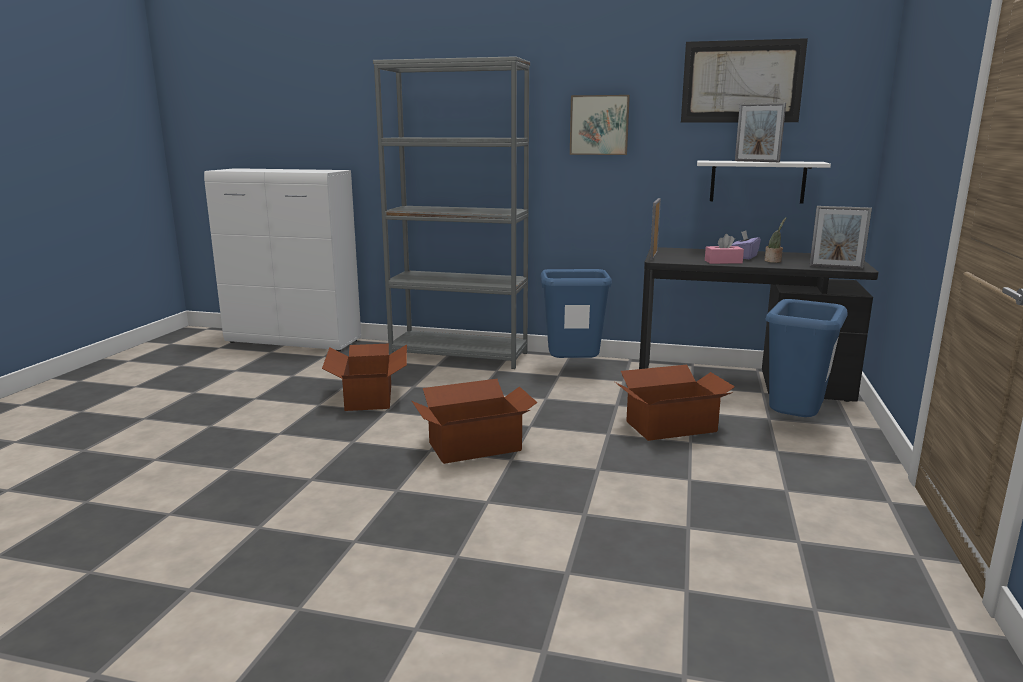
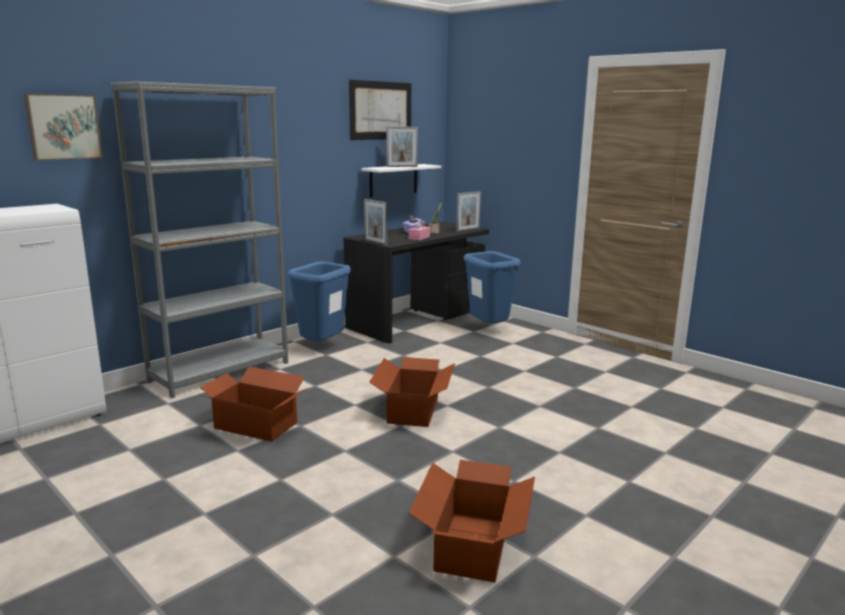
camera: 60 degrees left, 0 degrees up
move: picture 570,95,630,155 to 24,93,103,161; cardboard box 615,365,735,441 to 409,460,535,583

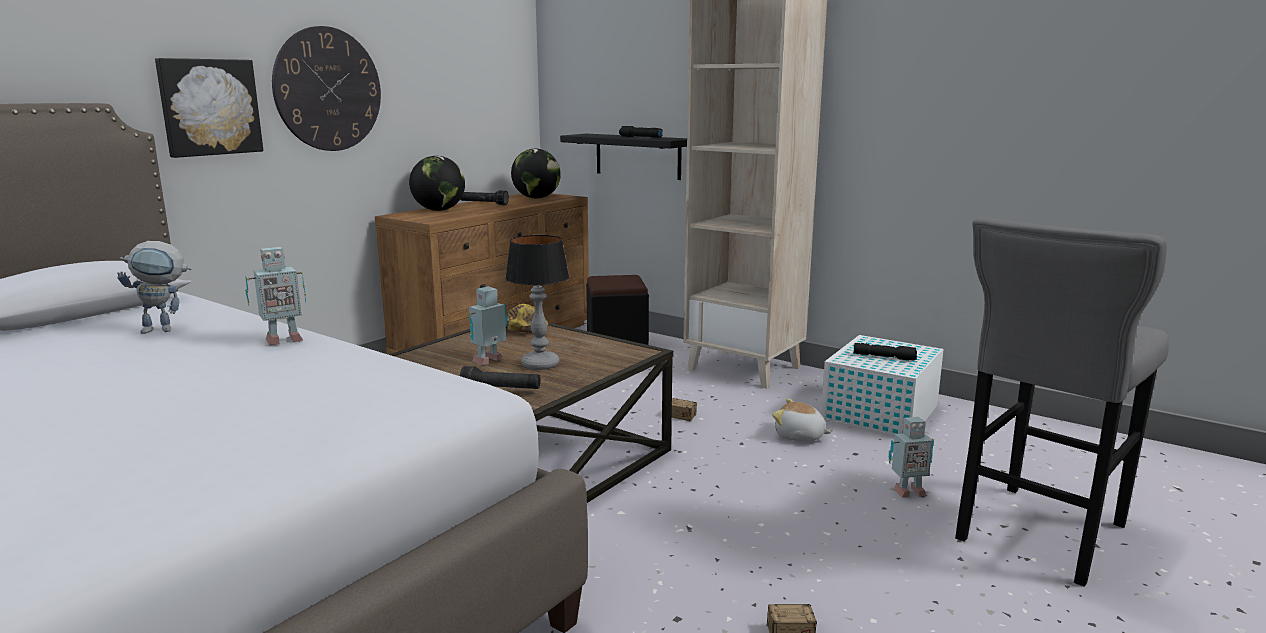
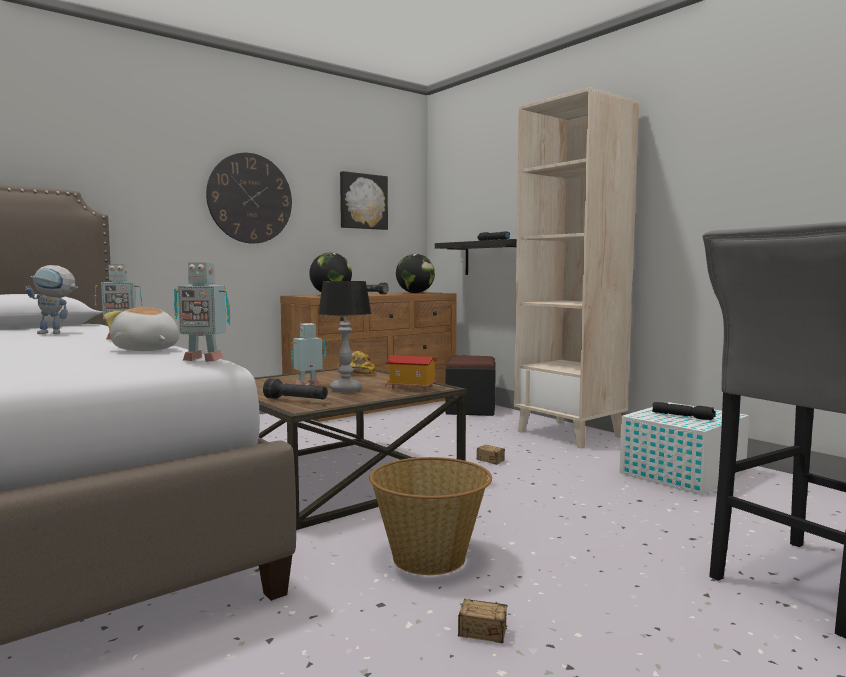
camera: 15 degrees right, 10 degrees down
insert: basket 369,457,492,575; toy house 385,355,437,391
move: picture 155,58,263,158 to 340,171,388,230; plush toy 772,398,832,441 to 104,307,179,351; toy robot 889,417,934,498 to 174,263,230,362

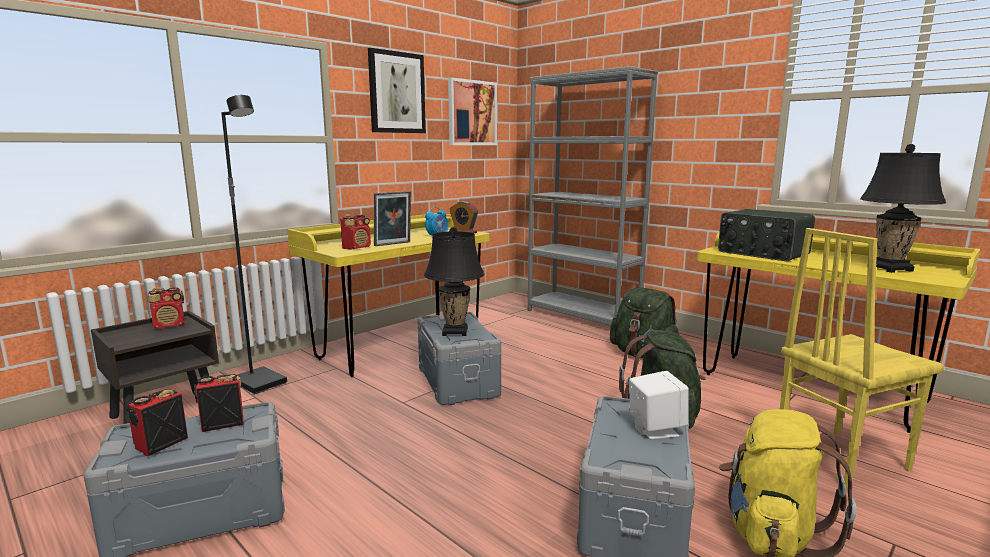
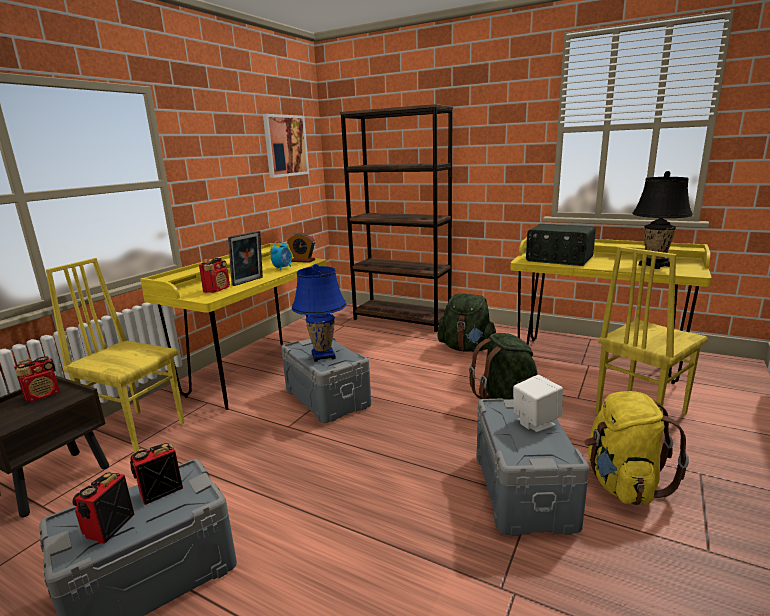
camera: 15 degrees left, 5 degrees up
delete: picture 368,48,426,133
replace: black floor lamp 221,95,287,394 to yellow chair 46,258,184,453
recolor: black table lamp 424,227,484,336 to blue table lamp 292,264,346,362; grey bookcase 528,66,658,326 to brown bookcase 340,104,453,332

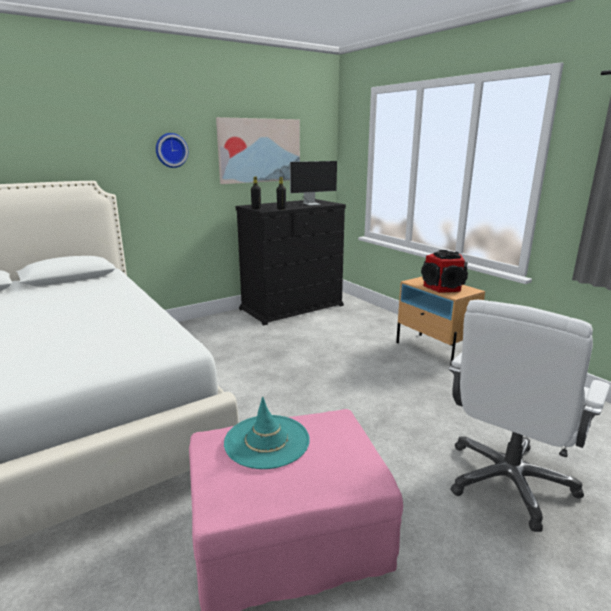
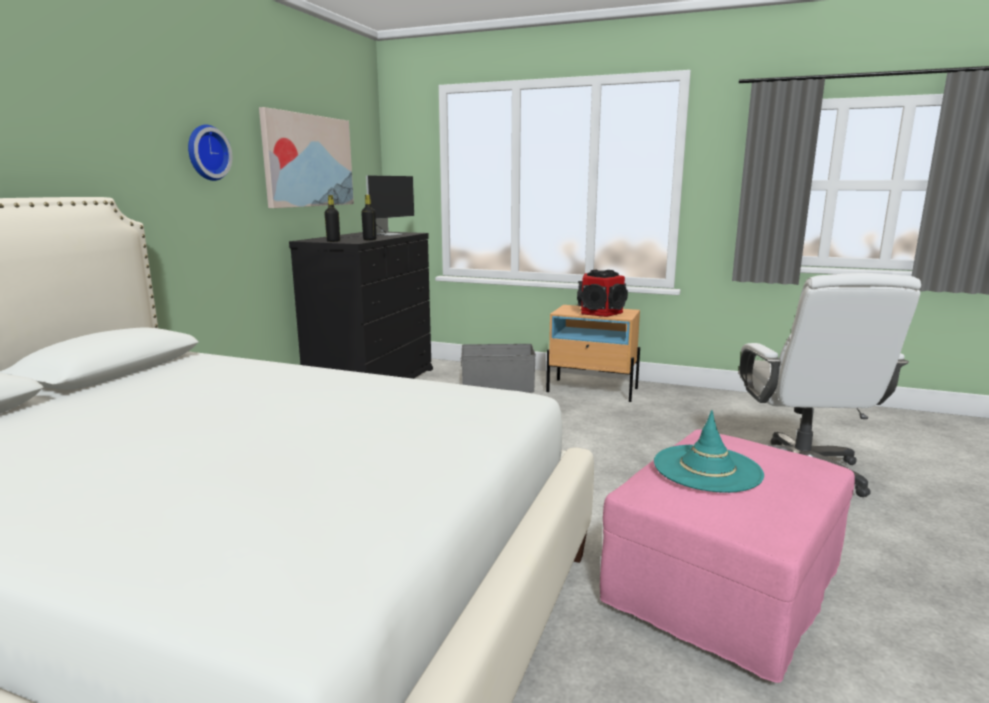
camera: 35 degrees left, 5 degrees down
insert: grey storage box 461,344,536,392

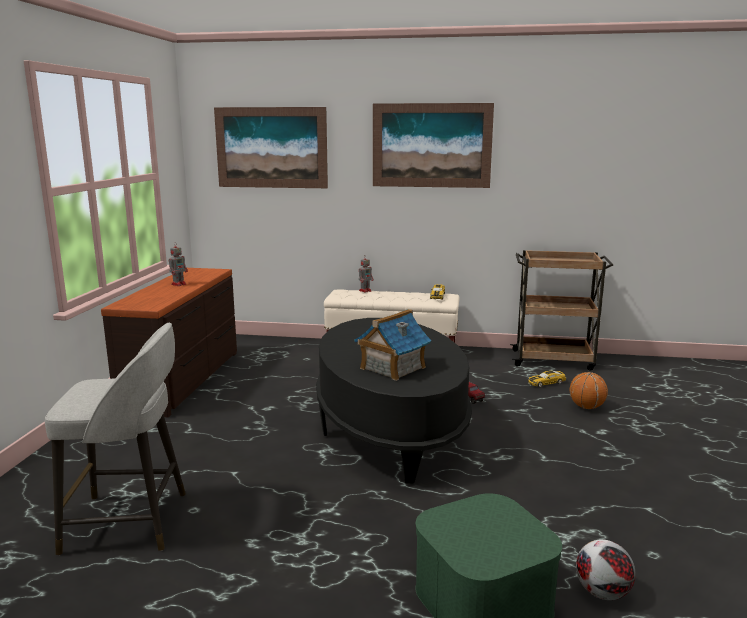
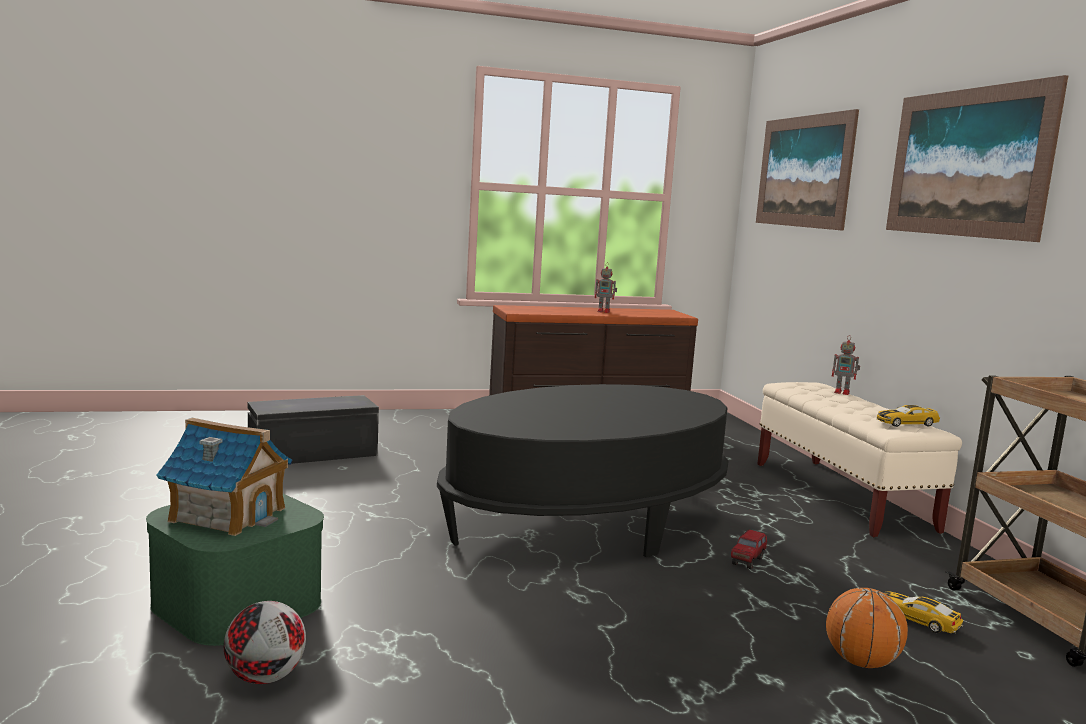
camera: 65 degrees right, 5 degrees down
move: toy house 354,309,432,381 to 156,418,292,536
replace: grey stool 45,323,186,555 to black storage box 248,395,379,464

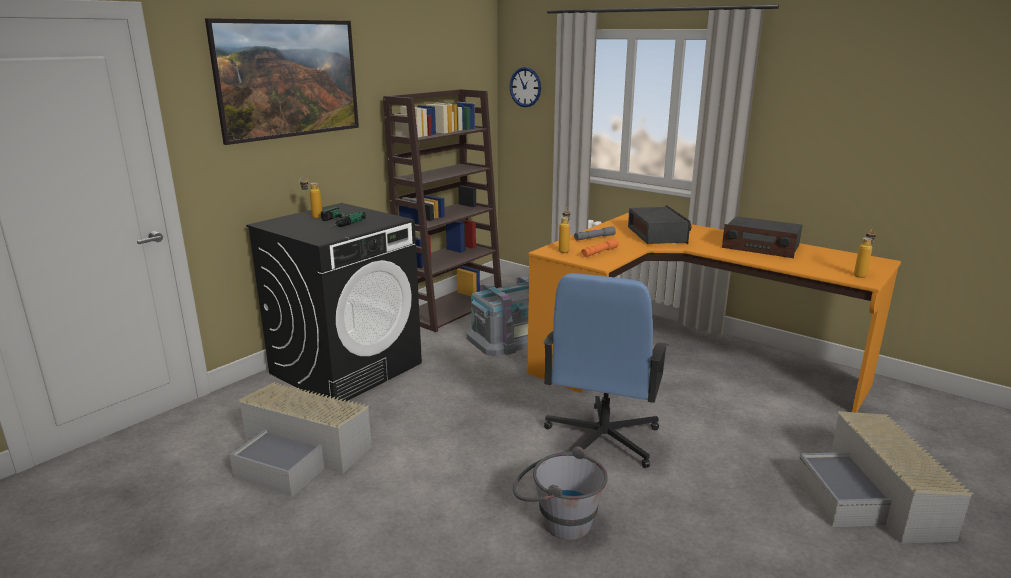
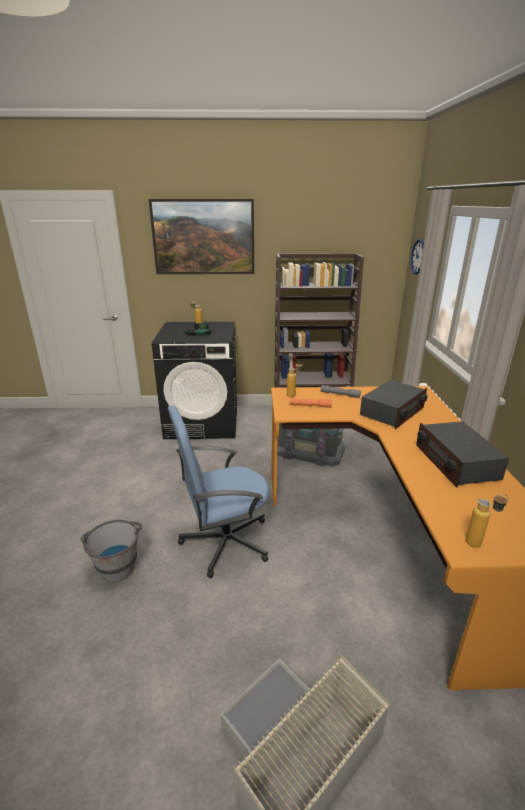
camera: 50 degrees right, 5 degrees up
delete: grey storage box 230,382,372,497

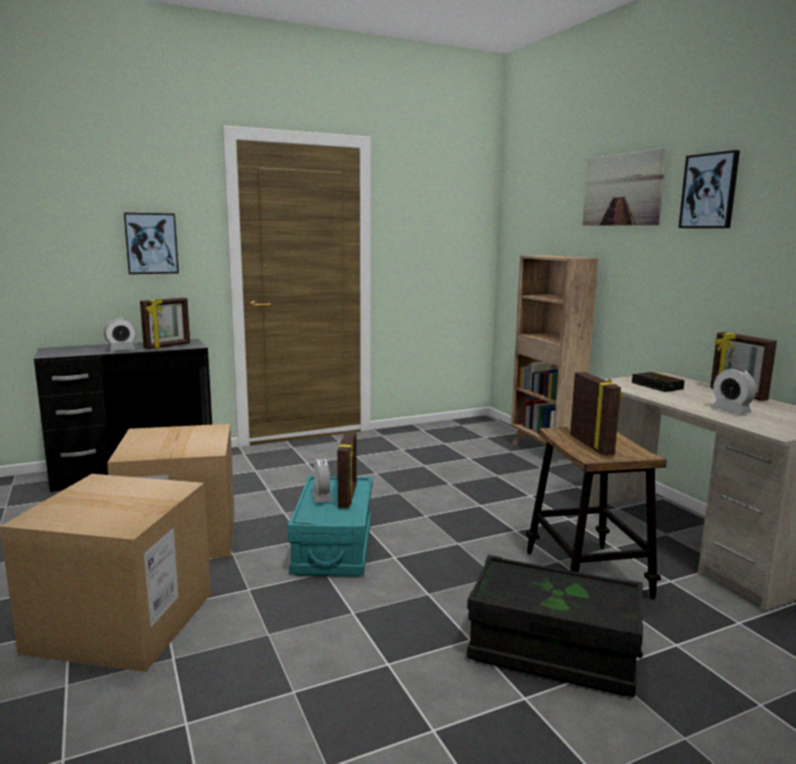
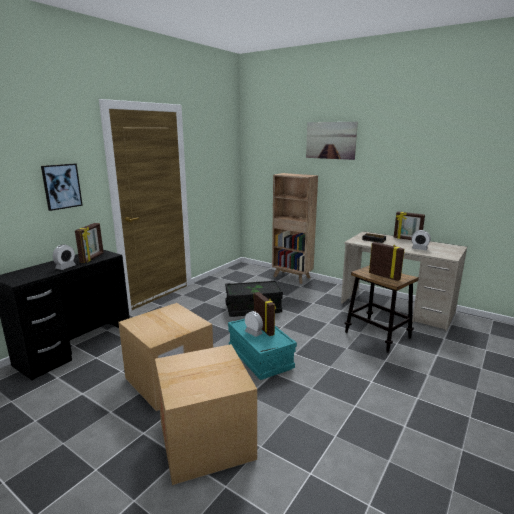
camera: 30 degrees left, 5 degrees up
delete: picture 678,150,740,228
move: black storage box 467,555,643,697 to 225,280,283,317

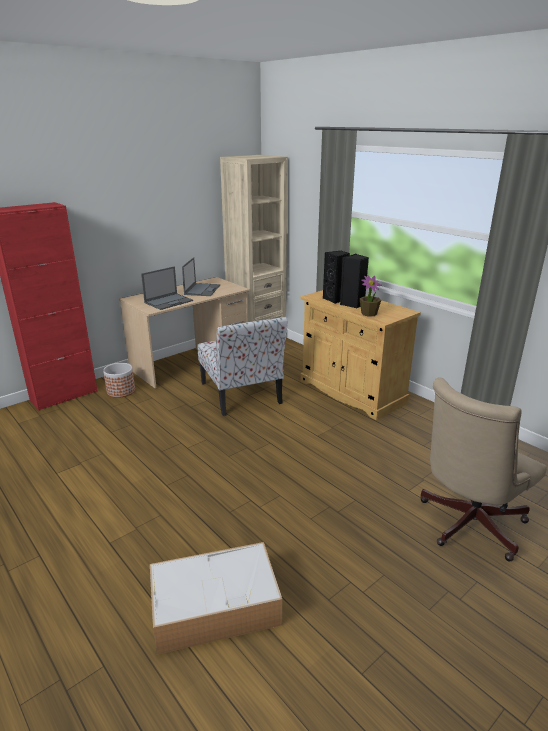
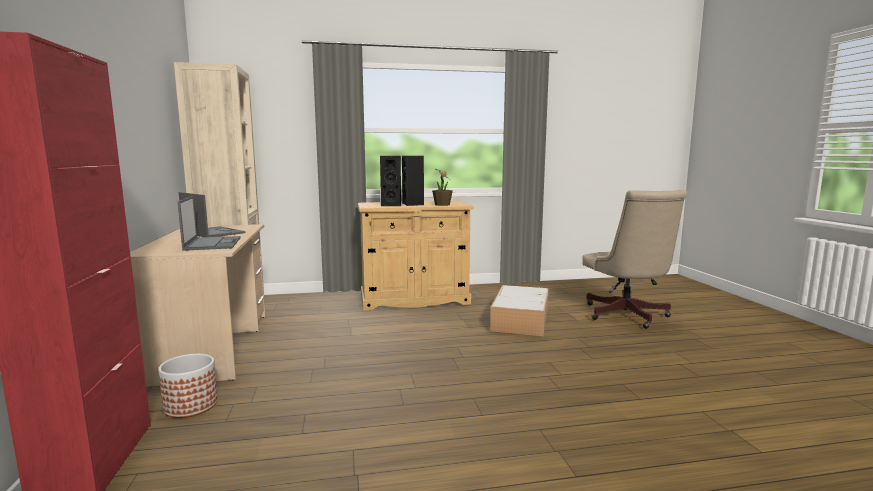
camera: 60 degrees left, 15 degrees down
delete: chair 197,317,288,416
move: storage box 150,542,282,655 to 491,285,548,336

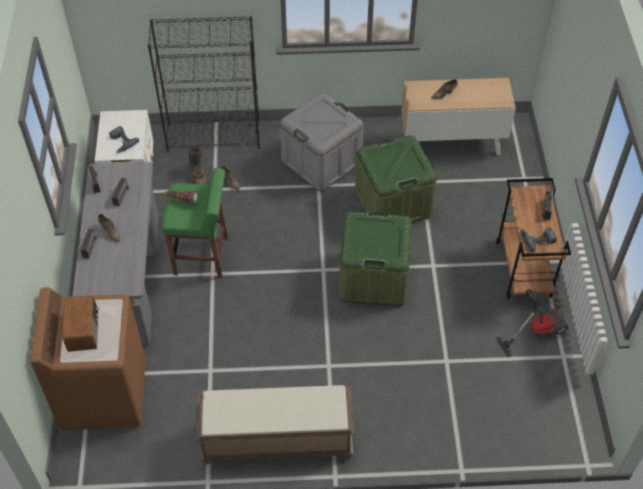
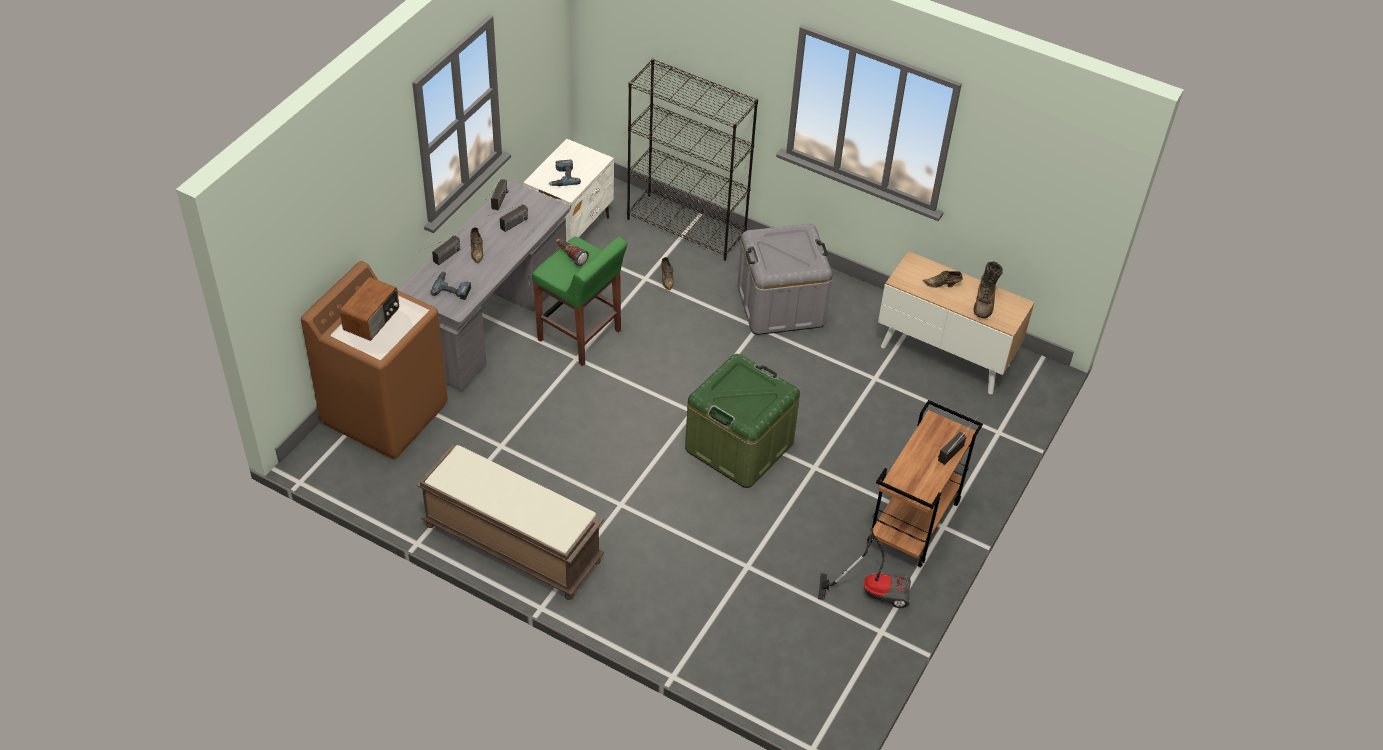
camera: 30 degrees right, 5 degrees down
delete: green storage box 355,135,437,223
move: brown boot 188,146,208,184 to 974,261,1003,318; power drill 520,227,557,252 to 430,271,471,300

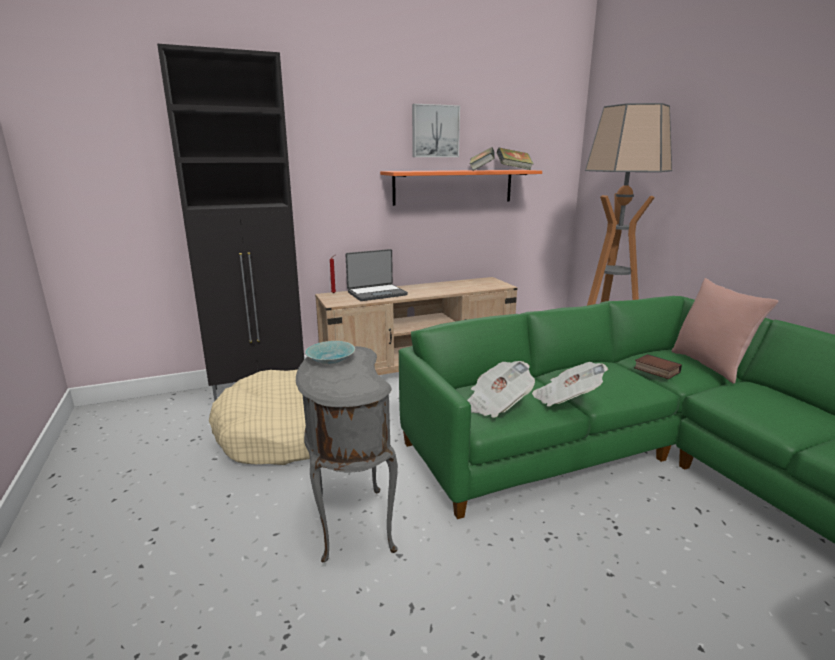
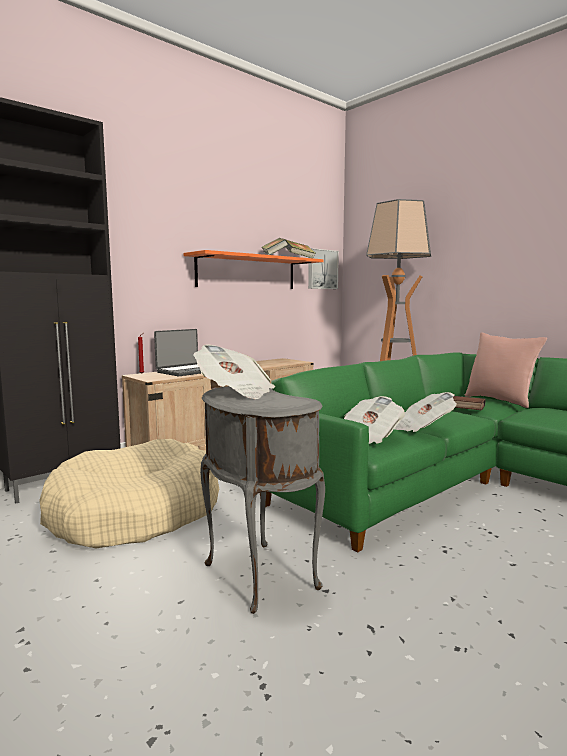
camera: 20 degrees left, 10 degrees down
move: picture 412,104,460,157 to 308,248,339,289
replace: turquoise bowl 305,341,355,364 to newspaper 193,344,275,399

